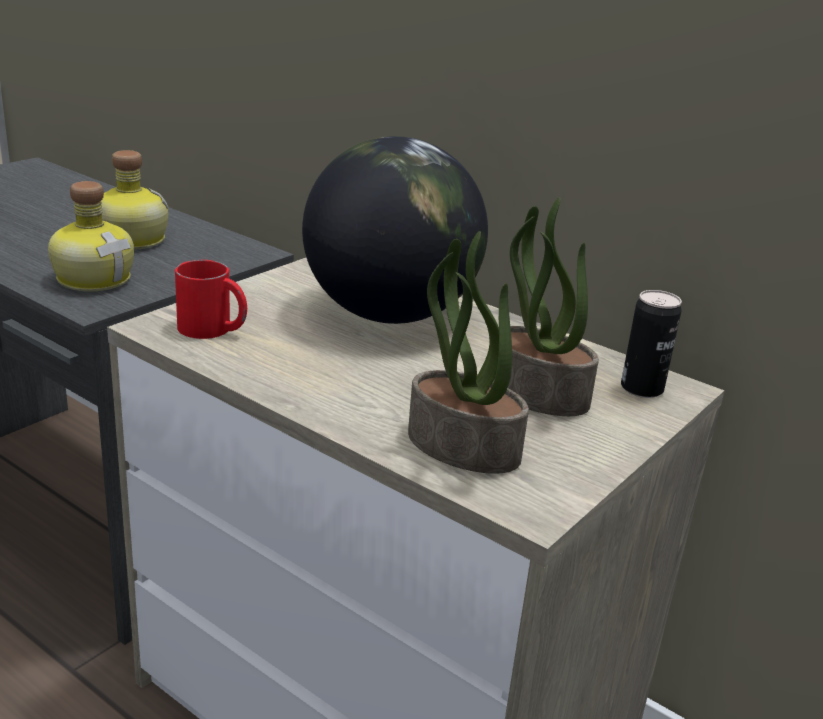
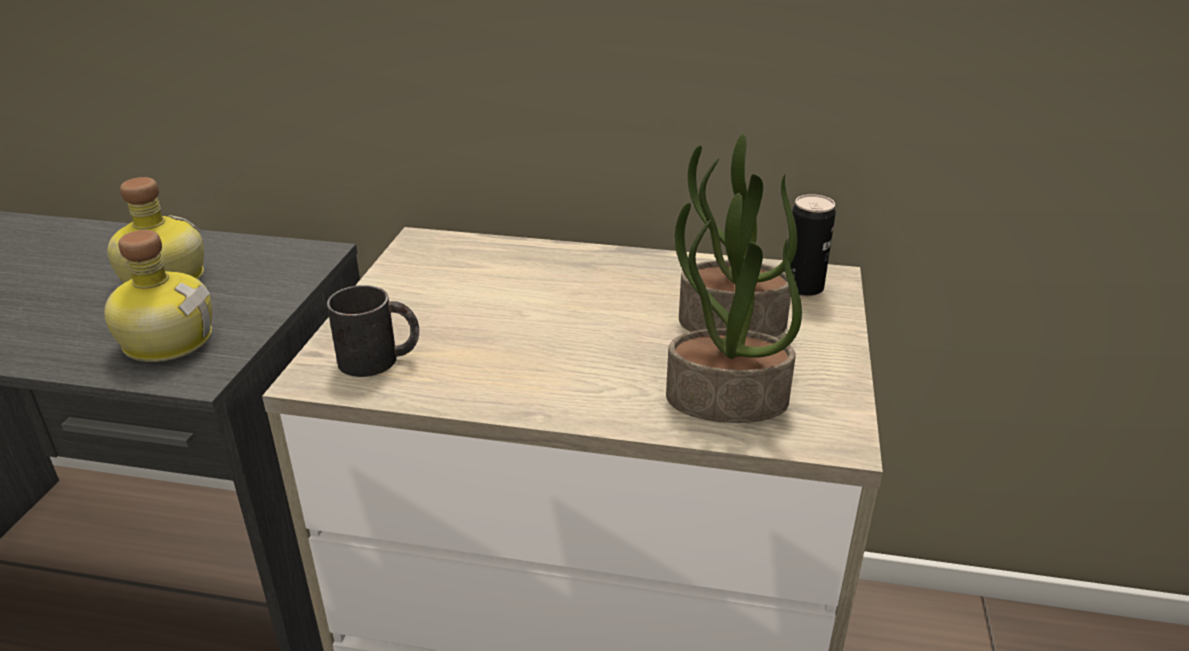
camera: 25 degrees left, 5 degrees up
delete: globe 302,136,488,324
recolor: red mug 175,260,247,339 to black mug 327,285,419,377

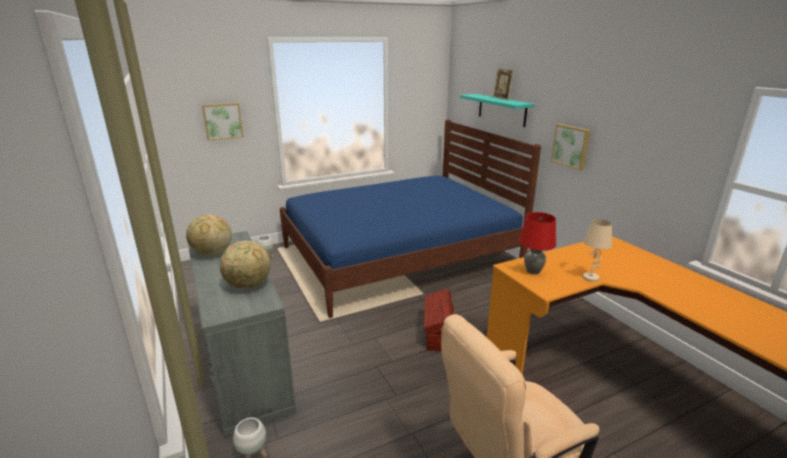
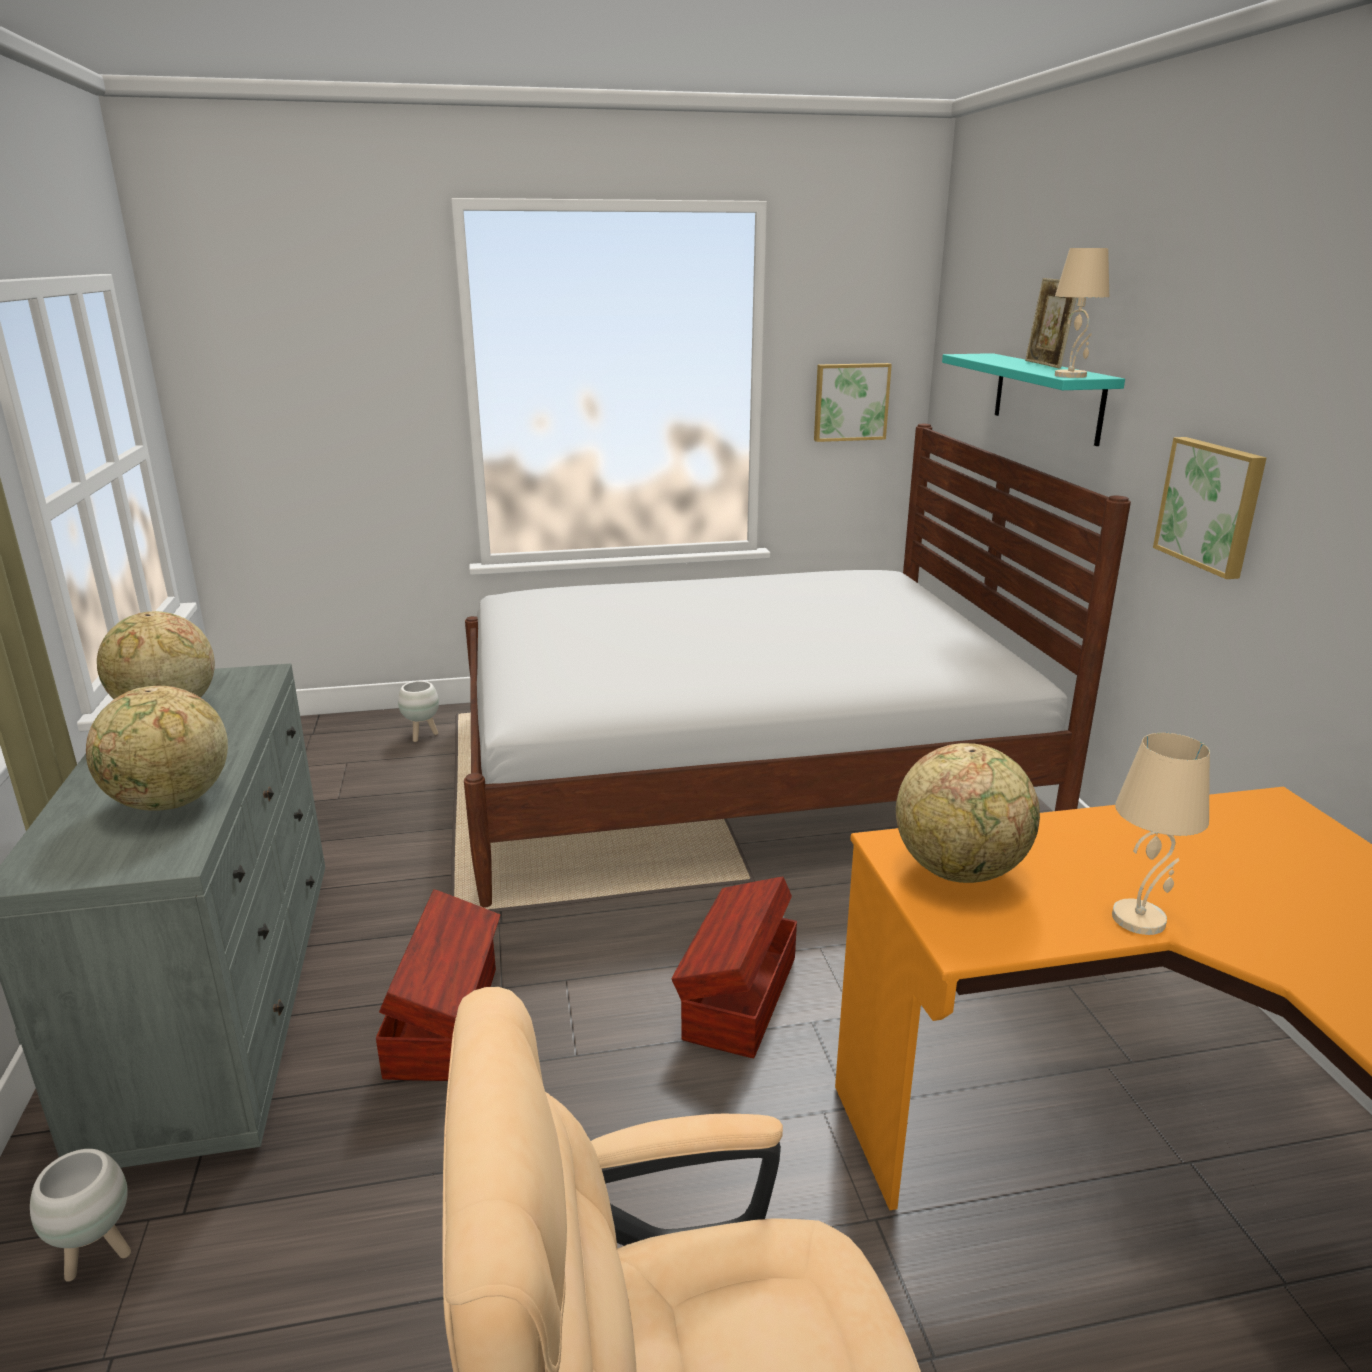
camera: 15 degrees right, 0 degrees up
insert: brown storage box 376,889,500,1081; beige table lamp 1055,248,1109,378
move: picture 202,103,243,141 to 814,363,892,442
replace: red table lamp 519,212,556,275 to globe 896,743,1040,883
recolor: blue bed 280,120,541,318 to white bed 464,424,1131,907

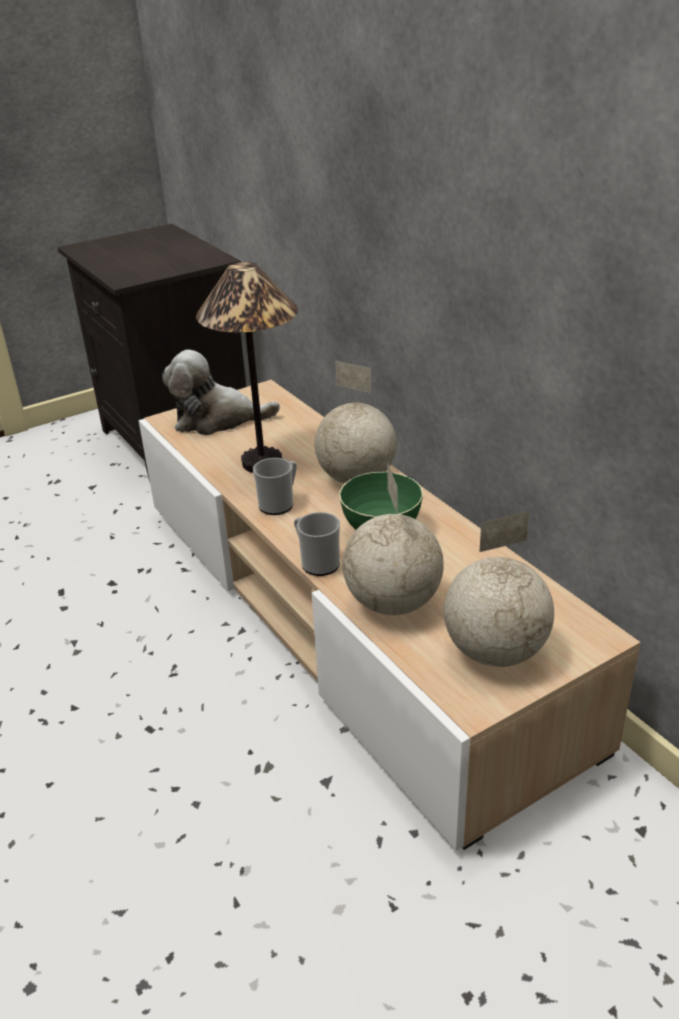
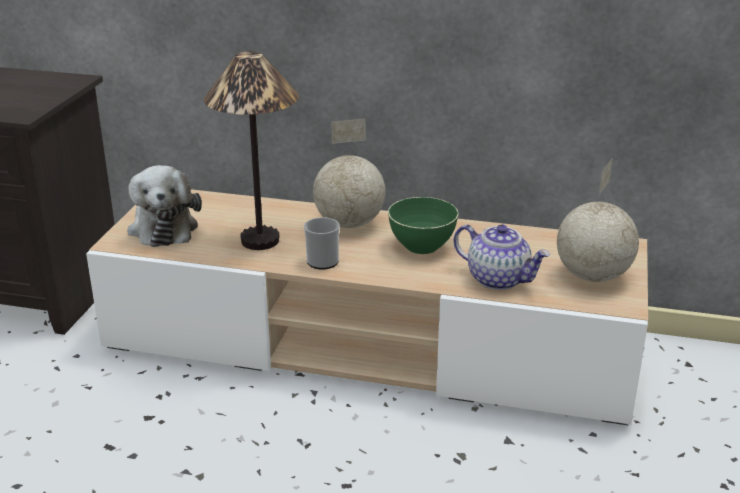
camera: 45 degrees left, 5 degrees down
delete: mug 294,512,340,576
replace: globe 343,461,444,615 to teapot 454,224,550,290
rotate: plush toy 162,349,280,435 = 127,165,202,247 60 degrees counterclockwise

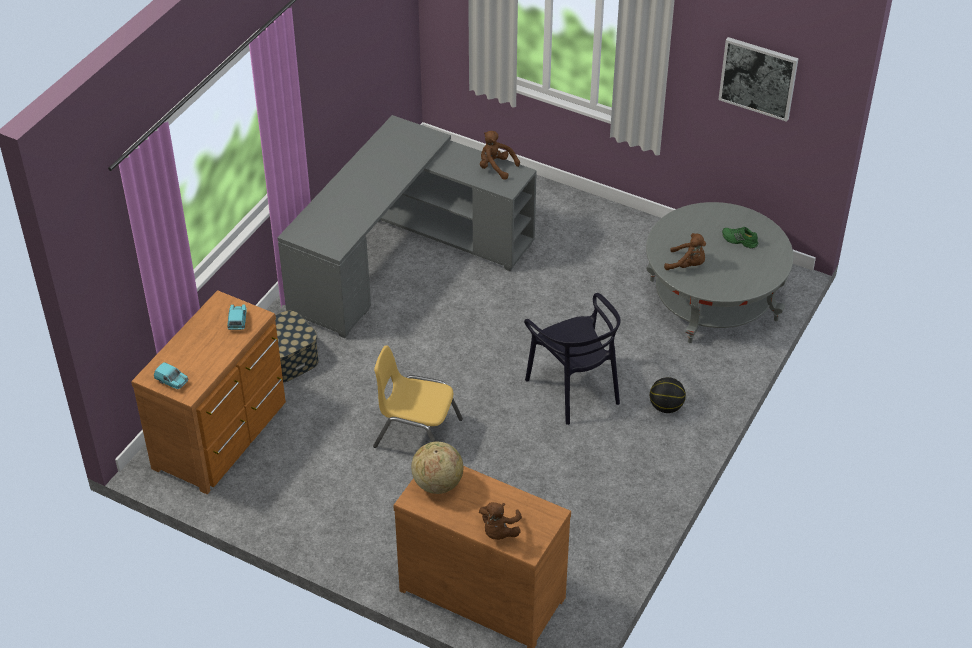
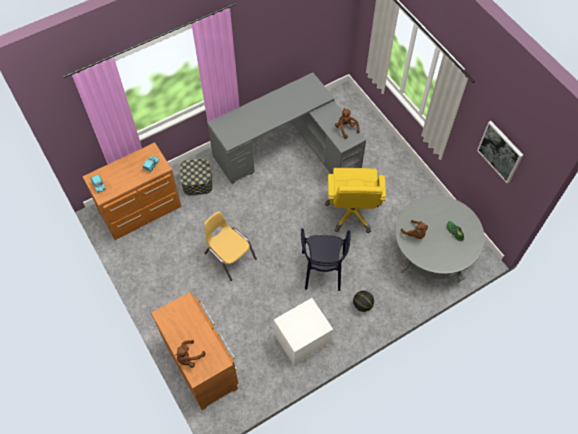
camera: 30 degrees right, 15 degrees up
delete: globe 411,441,463,494
insert: white nightstand 274,298,333,366; yellow office chair 325,168,386,233

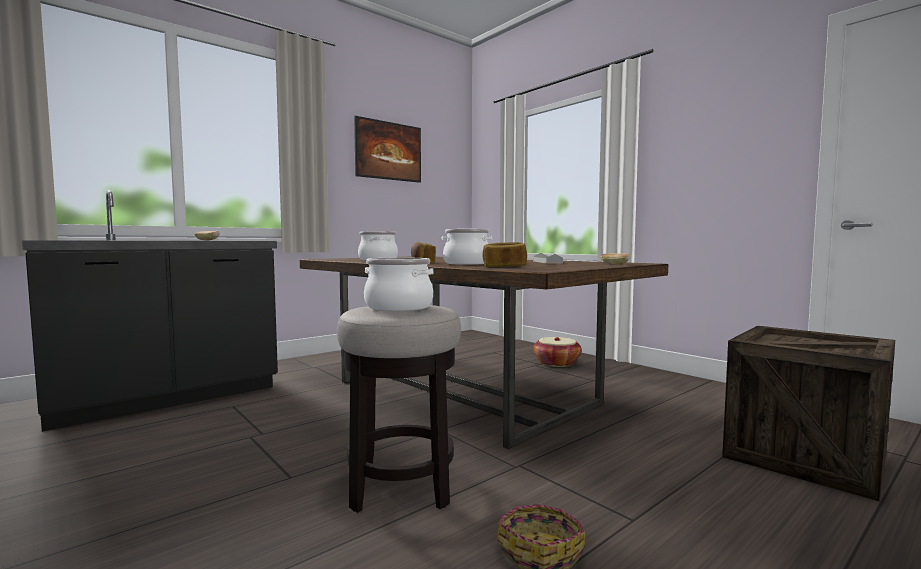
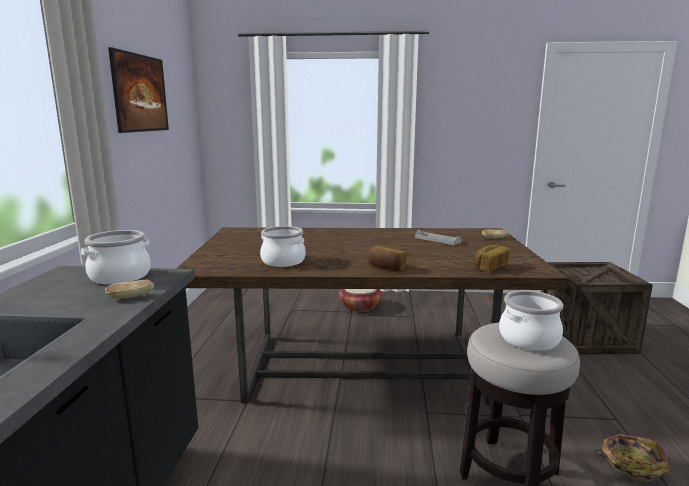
camera: 45 degrees left, 10 degrees up
move: cooking pot 442,229,492,265 to 81,230,151,285

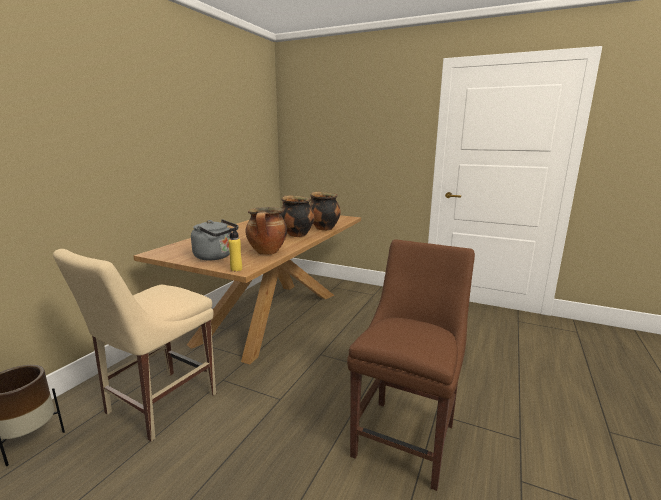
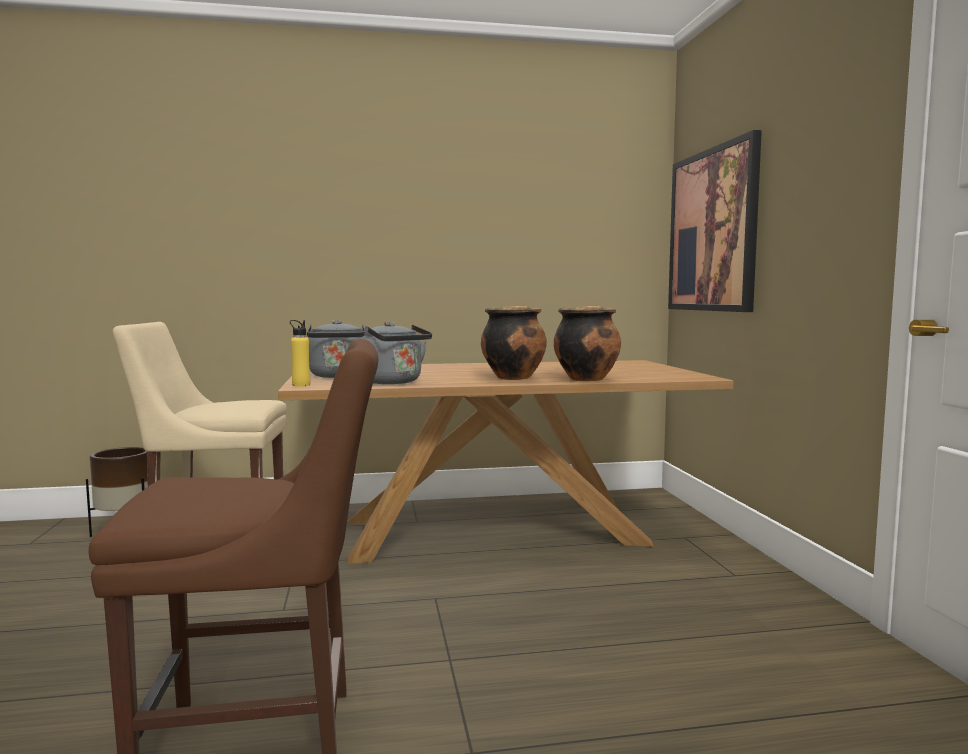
camera: 55 degrees right, 10 degrees down
insert: picture 668,130,762,312
replace: cooking pot 245,207,287,255 to grey kettle 361,321,432,384

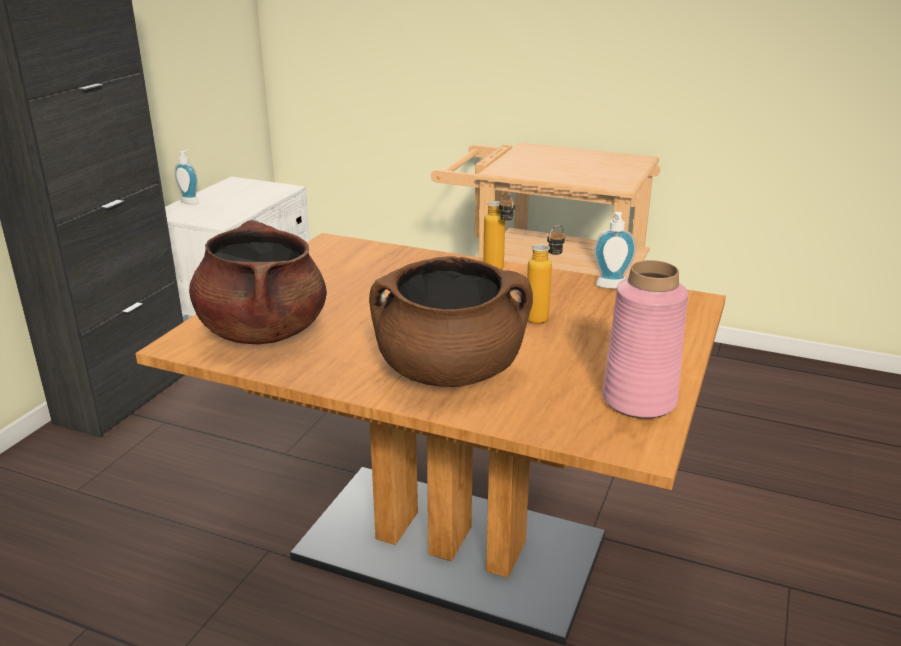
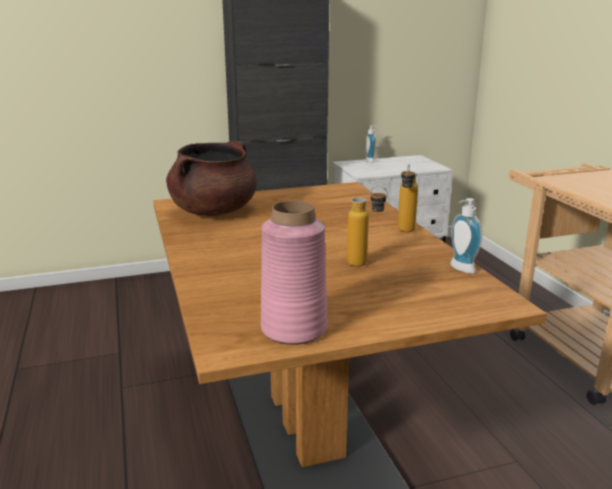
camera: 50 degrees right, 5 degrees down
delete: brown cooking pot 369,256,533,387

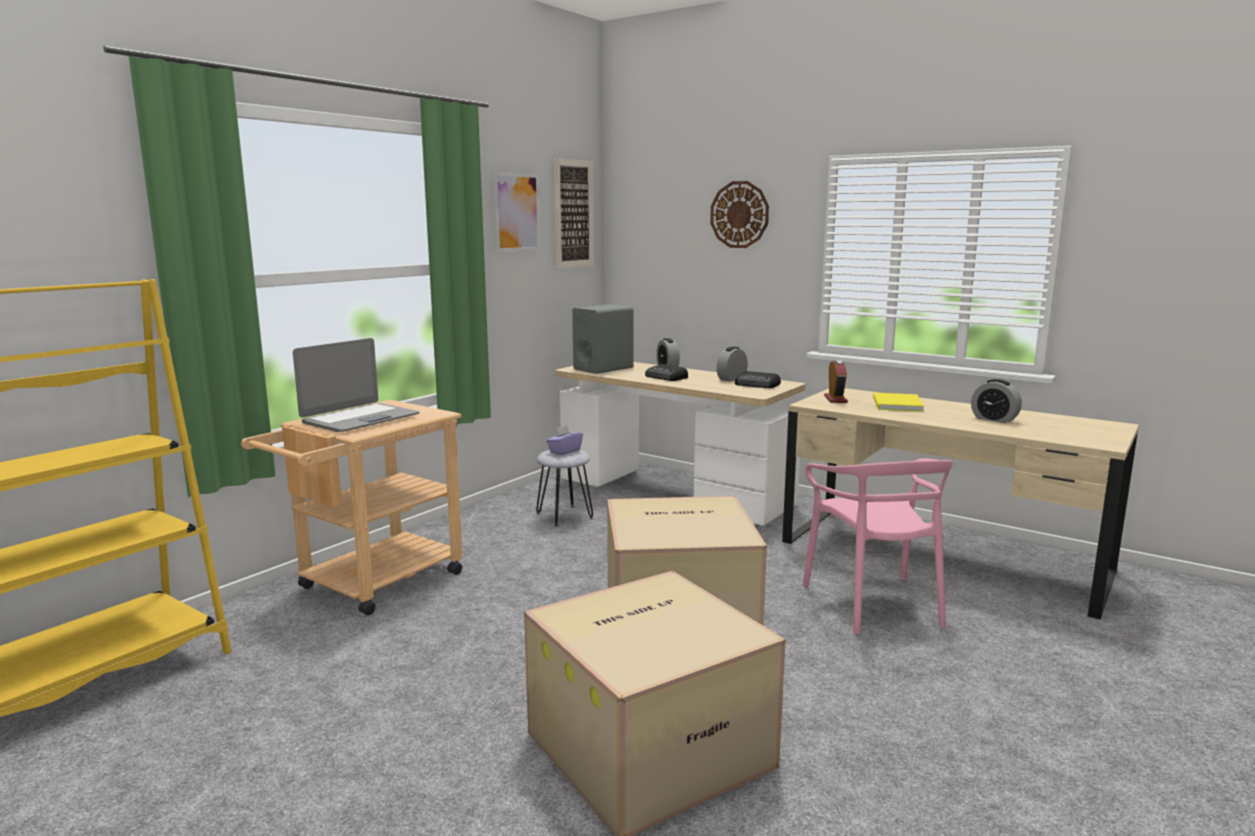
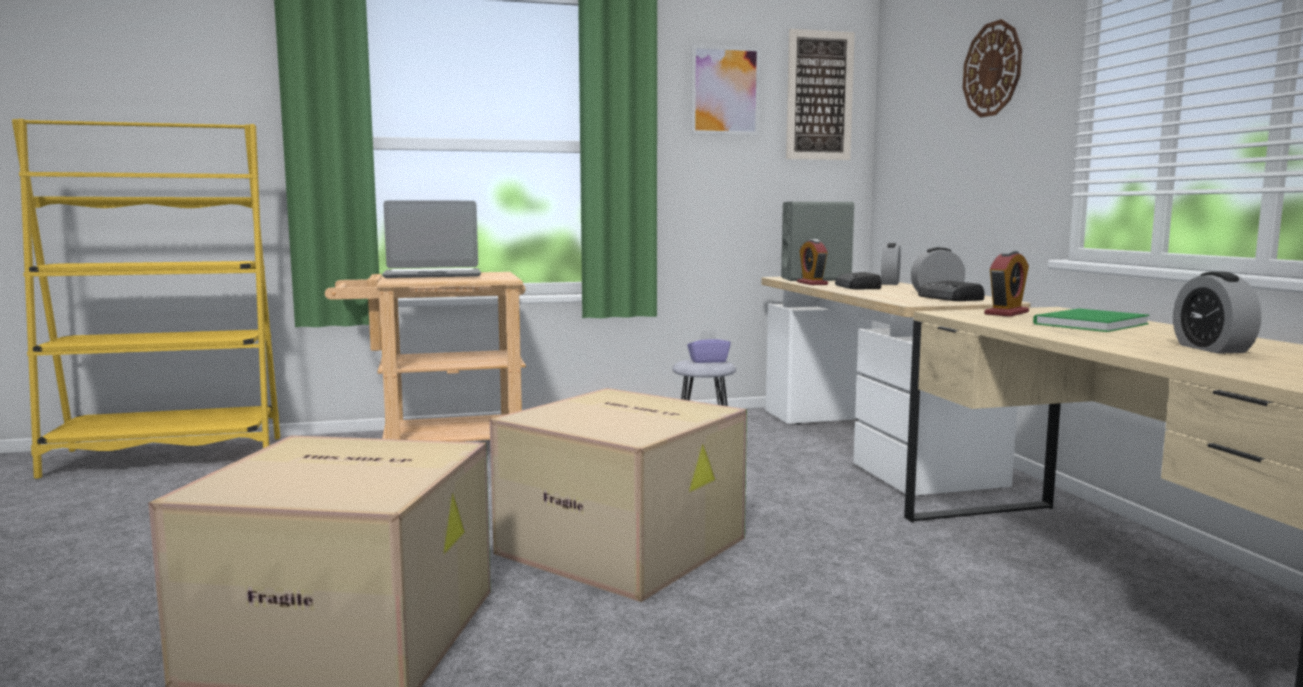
camera: 40 degrees right, 5 degrees down
delete: pink chair 802,458,953,635
insert: alarm clock 797,239,828,285
recolor: yellow book 873,393,924,412 to green book 1033,309,1150,332

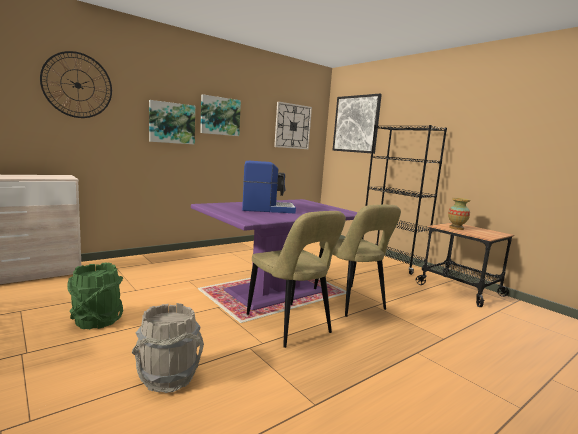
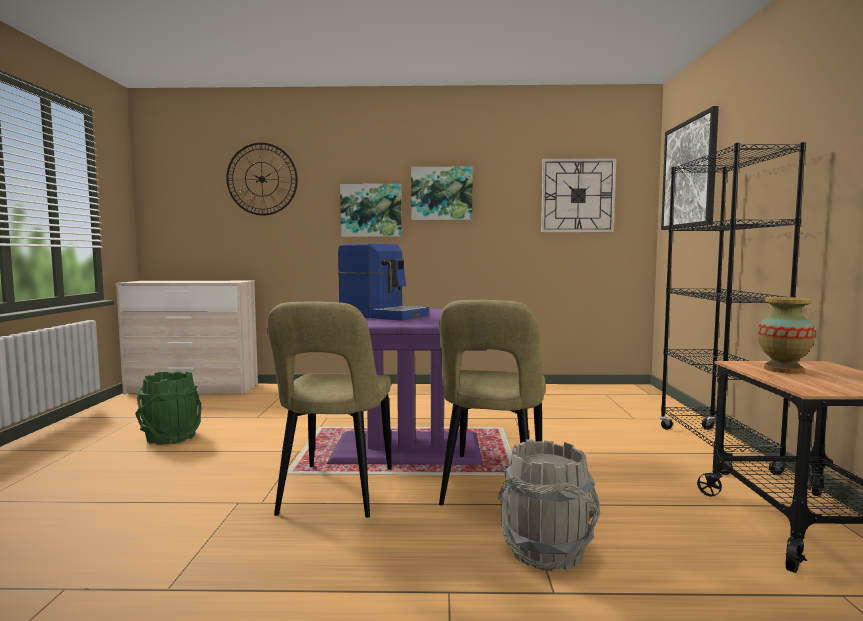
camera: 40 degrees right, 5 degrees down
move: grey bucket 132,303,204,393 to 498,440,600,571

